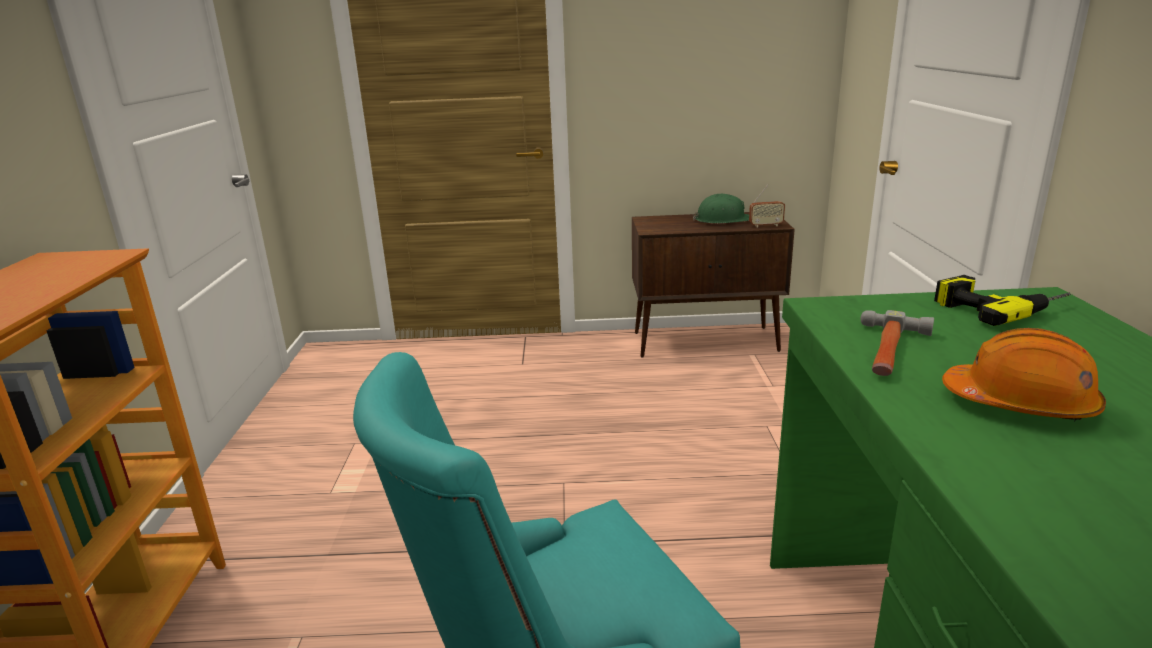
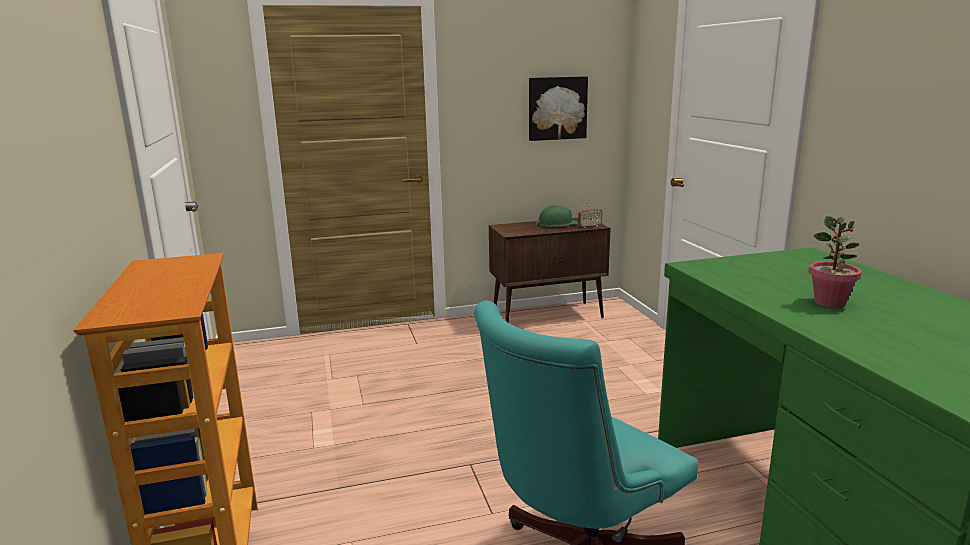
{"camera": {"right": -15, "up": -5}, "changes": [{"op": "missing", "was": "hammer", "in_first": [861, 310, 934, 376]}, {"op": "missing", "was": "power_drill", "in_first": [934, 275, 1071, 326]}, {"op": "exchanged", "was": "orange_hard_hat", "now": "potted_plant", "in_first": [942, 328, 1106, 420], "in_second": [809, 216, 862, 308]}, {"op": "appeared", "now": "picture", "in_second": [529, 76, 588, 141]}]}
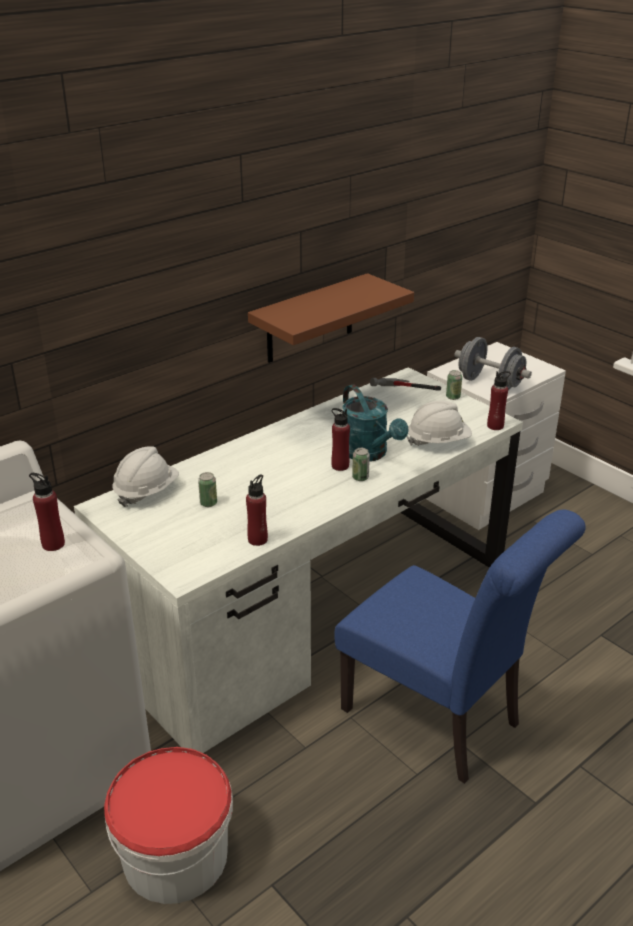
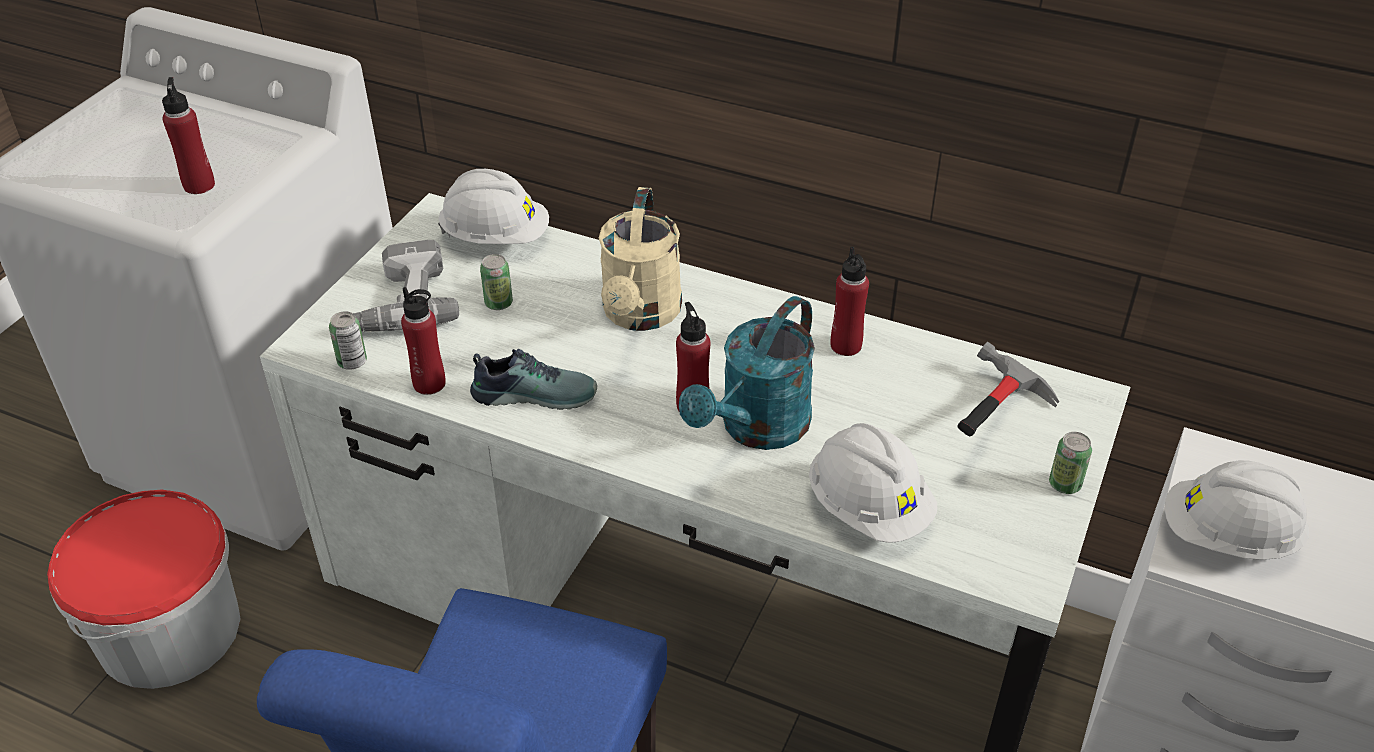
{"camera": {"right": 65, "up": 10}, "changes": [{"op": "missing", "was": "brown_shelf", "in_first": [248, 273, 414, 363]}, {"op": "relocated", "was": "can", "in_first": [352, 448, 370, 481], "in_second": [329, 311, 367, 370]}, {"op": "exchanged", "was": "grey_dumbbell", "now": "white_hard_hat", "in_first": [454, 337, 532, 390], "in_second": [1165, 460, 1309, 560]}, {"op": "relocated", "was": "red_bottle", "in_first": [487, 371, 511, 430], "in_second": [831, 247, 869, 356]}, {"op": "appeared", "now": "power_drill", "in_second": [353, 240, 459, 331]}, {"op": "appeared", "now": "shoe", "in_second": [470, 349, 597, 410]}, {"op": "appeared", "now": "beige_watering_can", "in_second": [599, 187, 682, 331]}]}
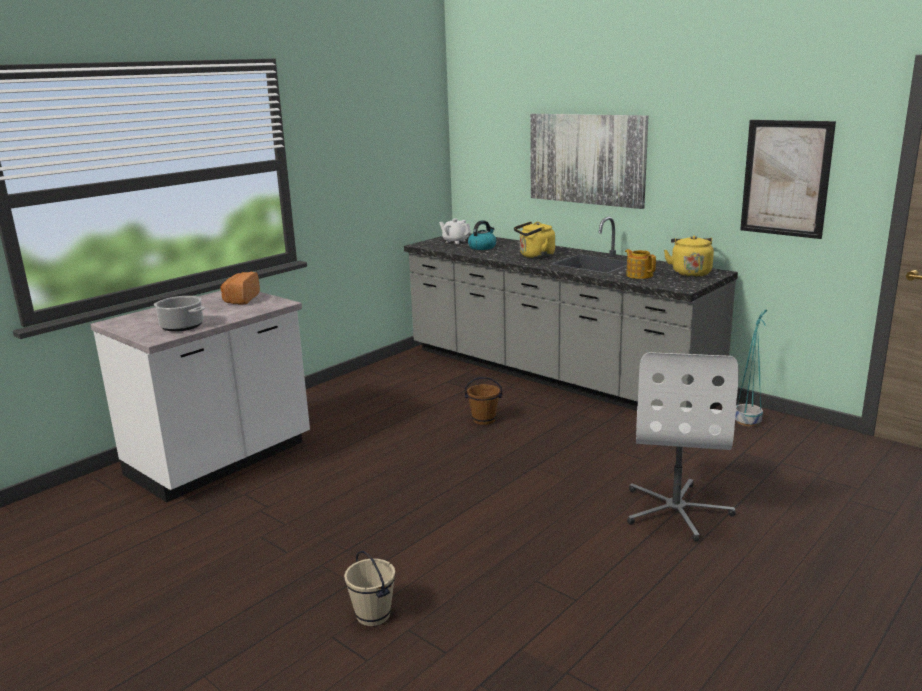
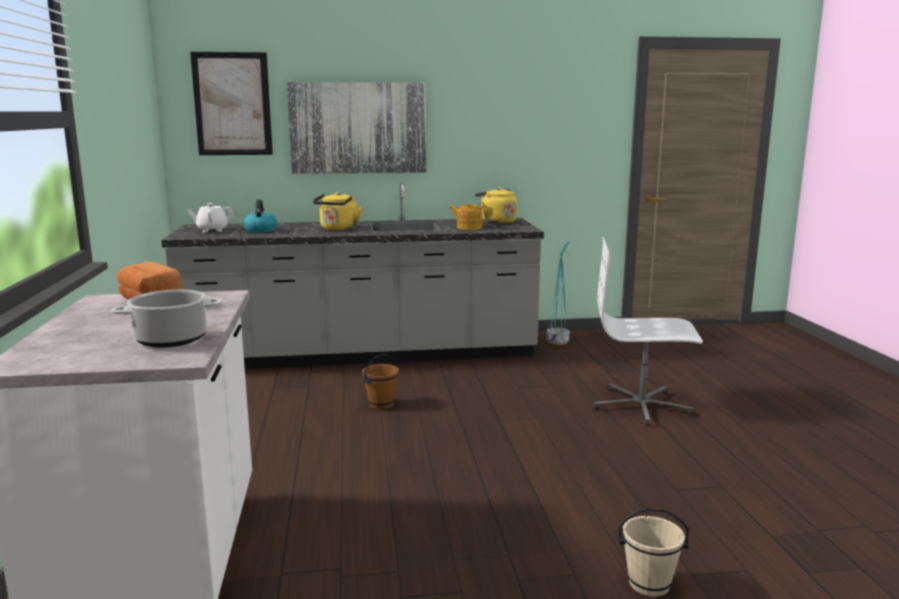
{"camera": {"right": -50, "up": -5}, "changes": [{"op": "spun", "was": "white_office_chair", "in_first": [627, 352, 739, 542], "in_second": [593, 237, 703, 427], "clockwise": 135}, {"op": "relocated", "was": "picture", "in_first": [740, 120, 836, 239], "in_second": [190, 52, 273, 155]}]}
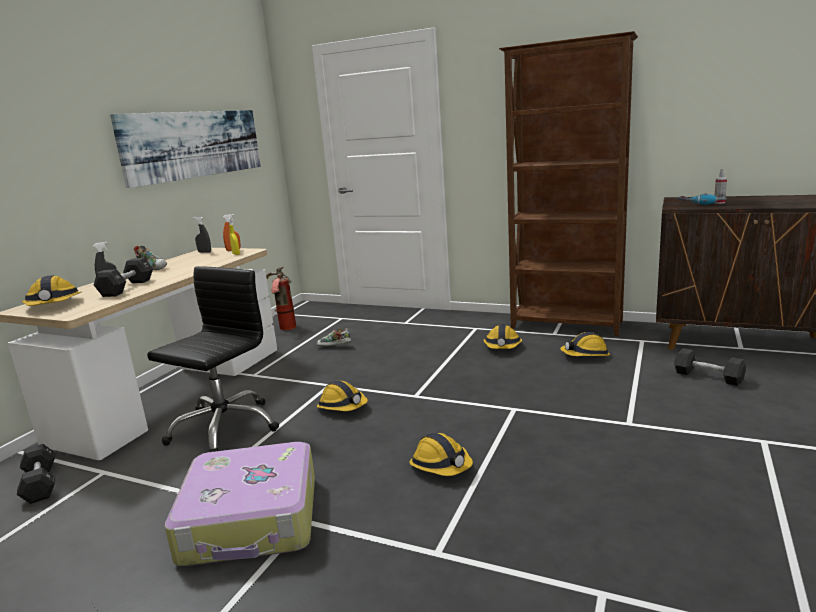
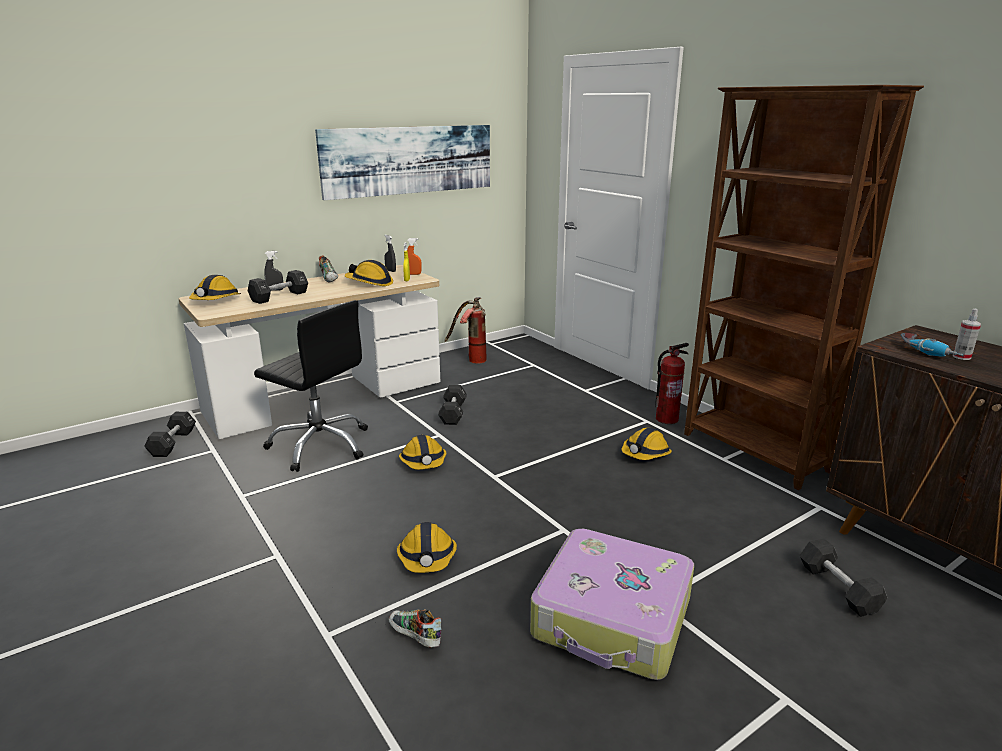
{"camera": {"right": 30, "up": 5}, "changes": [{"op": "spun", "was": "black_office_chair", "in_first": [147, 266, 279, 452], "in_second": [254, 300, 368, 472], "clockwise": 60}, {"op": "relocated", "was": "suitcase", "in_first": [165, 442, 315, 566], "in_second": [530, 529, 694, 680]}, {"op": "relocated", "was": "shoe", "in_first": [317, 328, 351, 346], "in_second": [389, 609, 441, 647]}, {"op": "relocated", "was": "hard_hat", "in_first": [560, 332, 610, 356], "in_second": [345, 260, 393, 286]}, {"op": "appeared", "now": "black_dumbbell", "in_second": [438, 385, 467, 425]}, {"op": "appeared", "now": "fire_extinguisher", "in_second": [655, 343, 689, 424]}]}
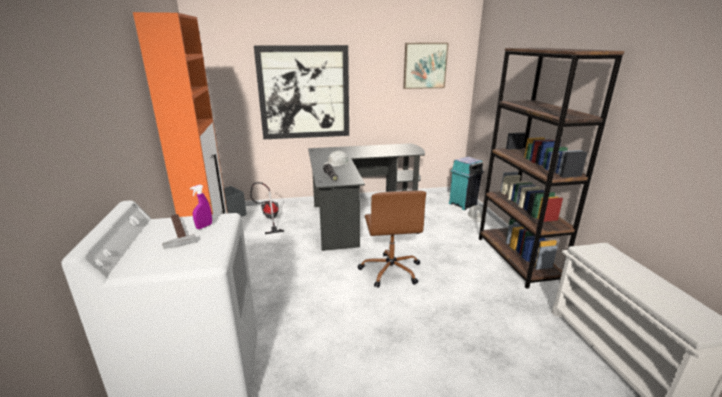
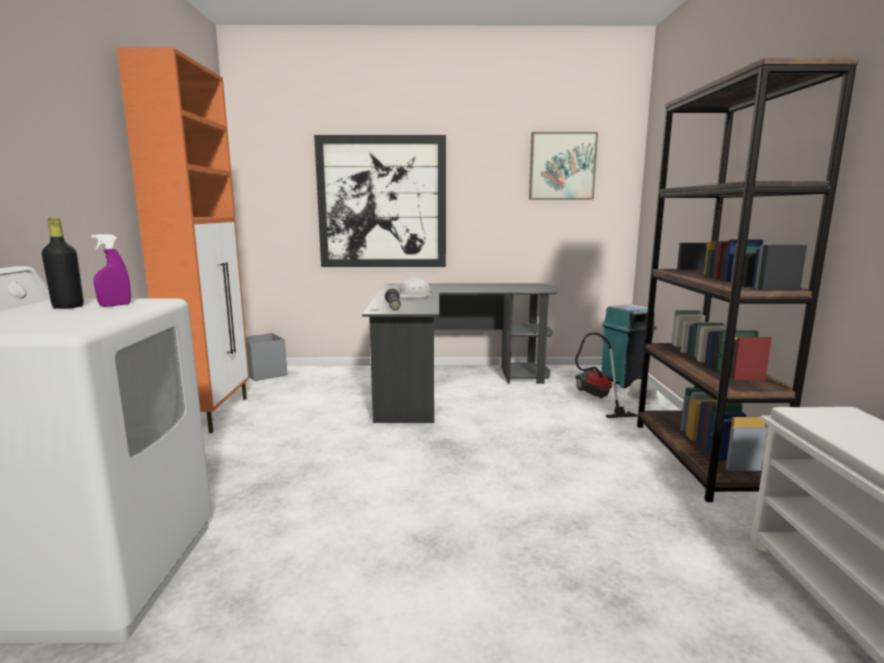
{"camera": {"right": 10, "up": -10}, "changes": [{"op": "exchanged", "was": "hammer", "now": "black_bottle", "in_first": [162, 214, 197, 249], "in_second": [42, 218, 84, 309]}, {"op": "relocated", "was": "vacuum_cleaner", "in_first": [250, 182, 284, 234], "in_second": [575, 333, 638, 418]}, {"op": "missing", "was": "brown_office_chair", "in_first": [358, 190, 426, 288]}]}
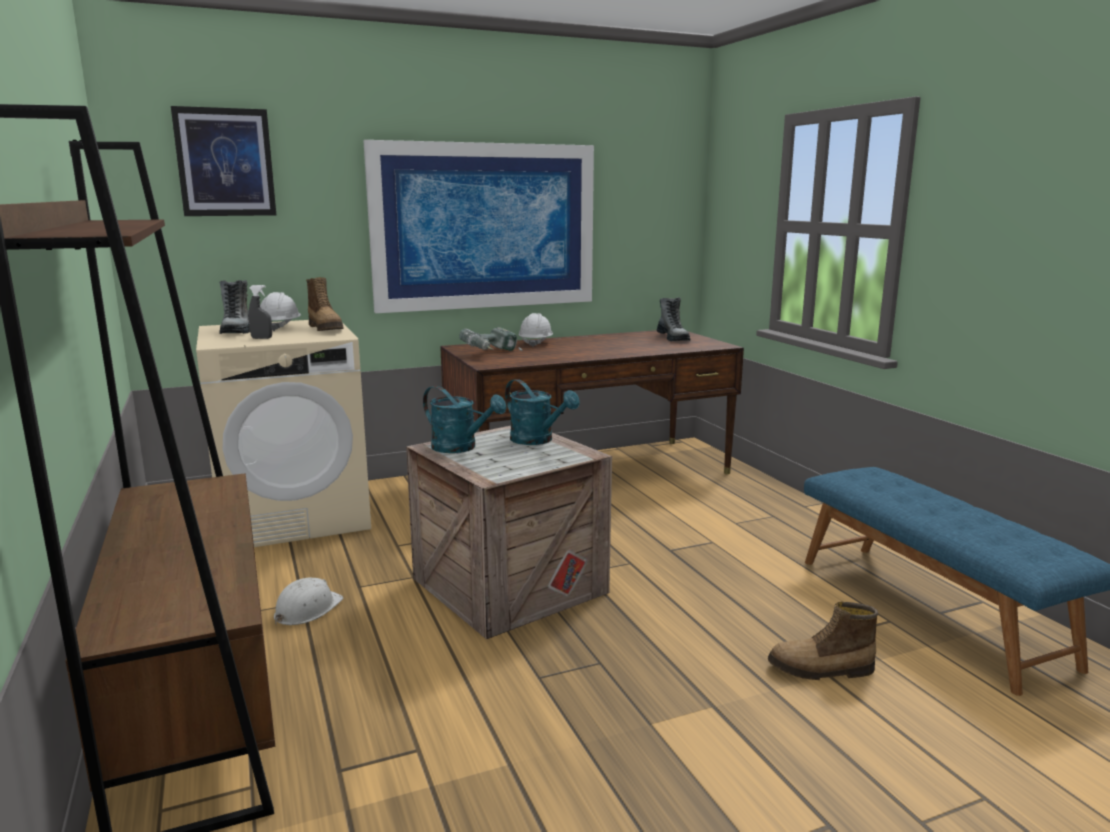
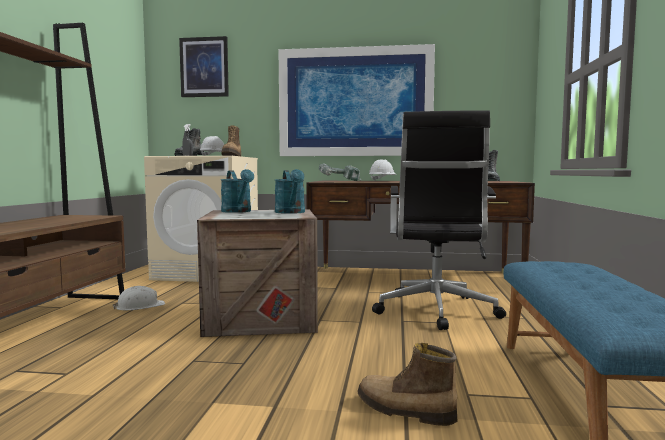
{"camera": {"right": 30, "up": -10}, "changes": [{"op": "appeared", "now": "black_office_chair", "in_second": [372, 110, 506, 330]}]}
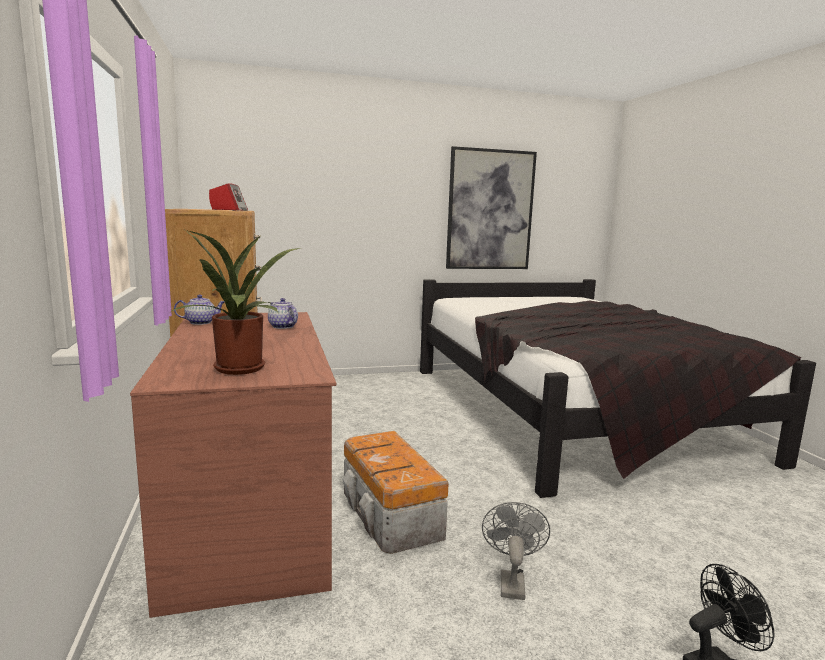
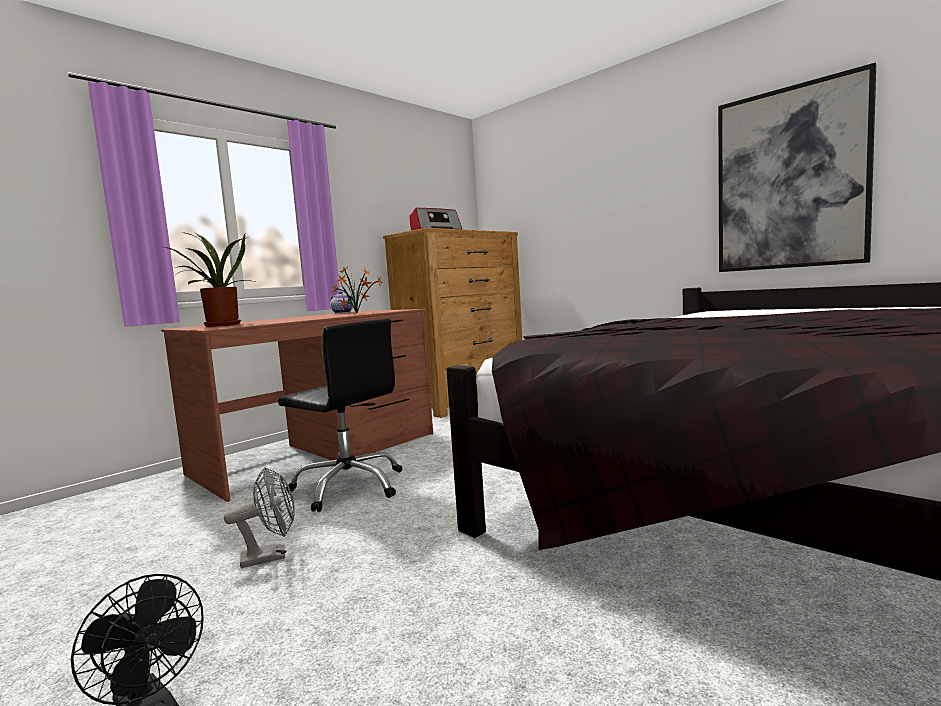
{"camera": {"right": 60, "up": -5}, "changes": [{"op": "exchanged", "was": "teapot", "now": "potted_plant", "in_first": [268, 298, 298, 329], "in_second": [332, 267, 383, 313]}, {"op": "exchanged", "was": "storage_box", "now": "black_office_chair", "in_first": [342, 431, 449, 554], "in_second": [278, 319, 402, 512]}]}
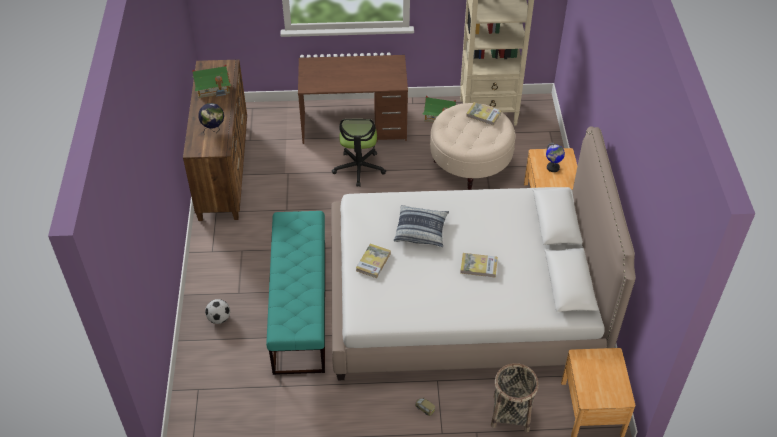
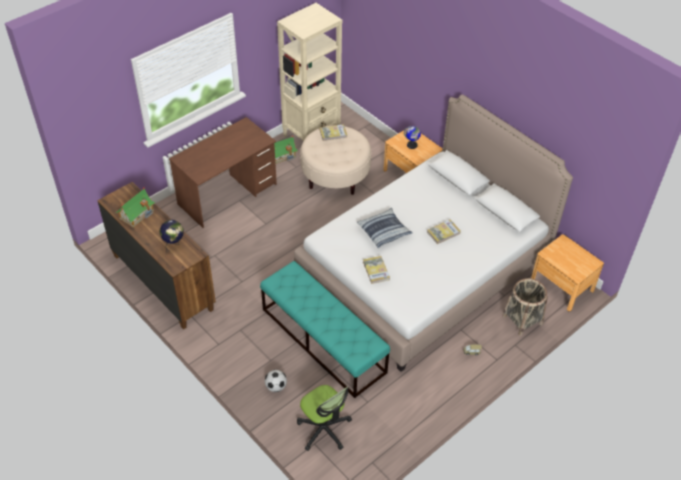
{"camera": {"right": -40, "up": 0}, "changes": [{"op": "relocated", "was": "office_chair", "in_first": [332, 119, 386, 187], "in_second": [297, 385, 352, 451]}]}
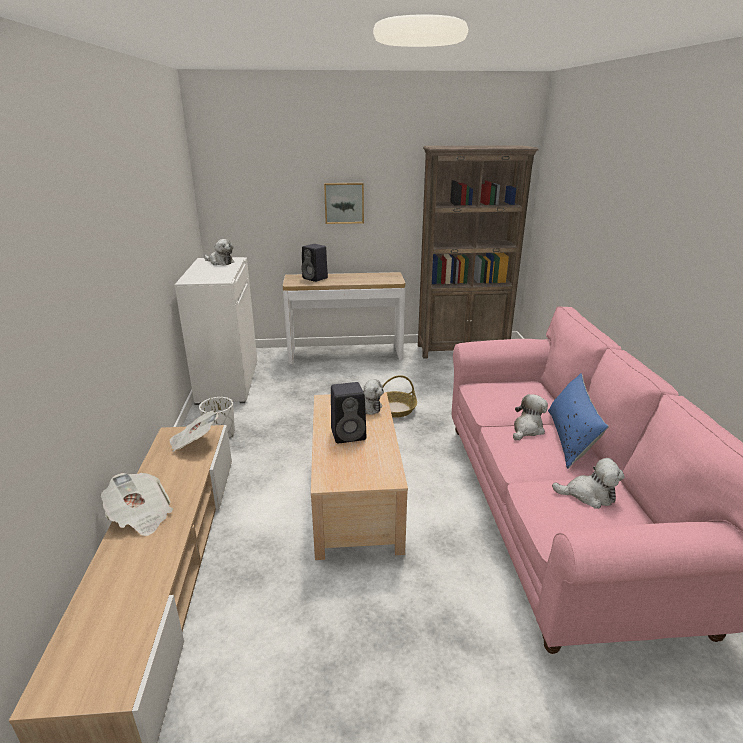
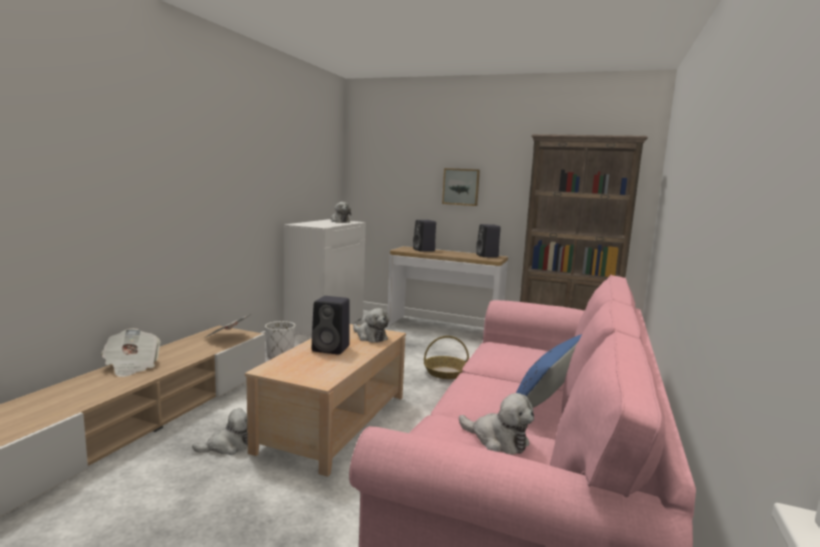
{"camera": {"right": 25, "up": -15}, "changes": [{"op": "relocated", "was": "plush_toy", "in_first": [513, 394, 548, 441], "in_second": [192, 408, 248, 455]}, {"op": "appeared", "now": "black_speaker", "in_second": [476, 224, 501, 257]}]}
